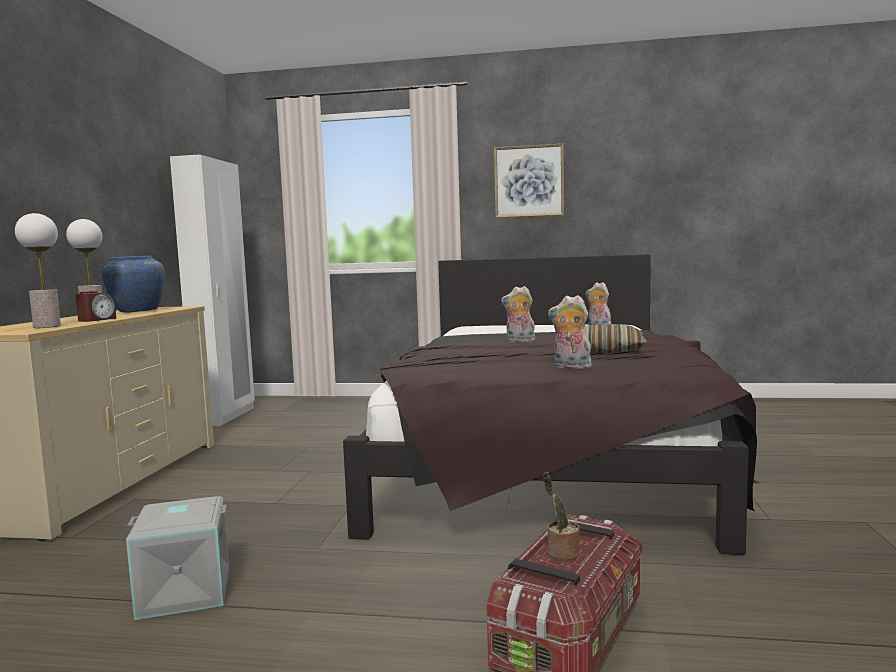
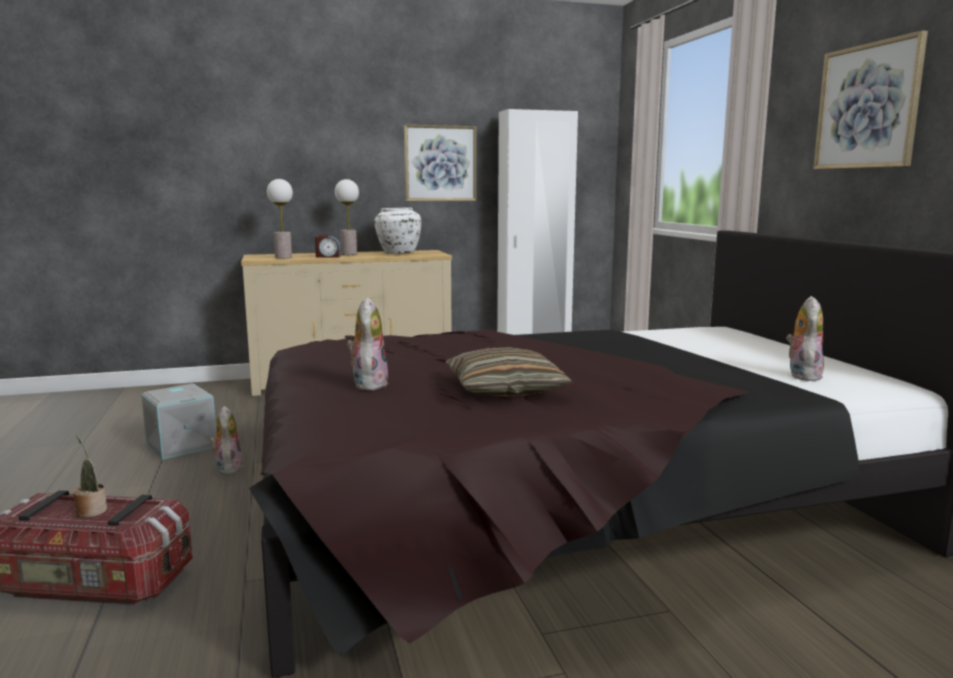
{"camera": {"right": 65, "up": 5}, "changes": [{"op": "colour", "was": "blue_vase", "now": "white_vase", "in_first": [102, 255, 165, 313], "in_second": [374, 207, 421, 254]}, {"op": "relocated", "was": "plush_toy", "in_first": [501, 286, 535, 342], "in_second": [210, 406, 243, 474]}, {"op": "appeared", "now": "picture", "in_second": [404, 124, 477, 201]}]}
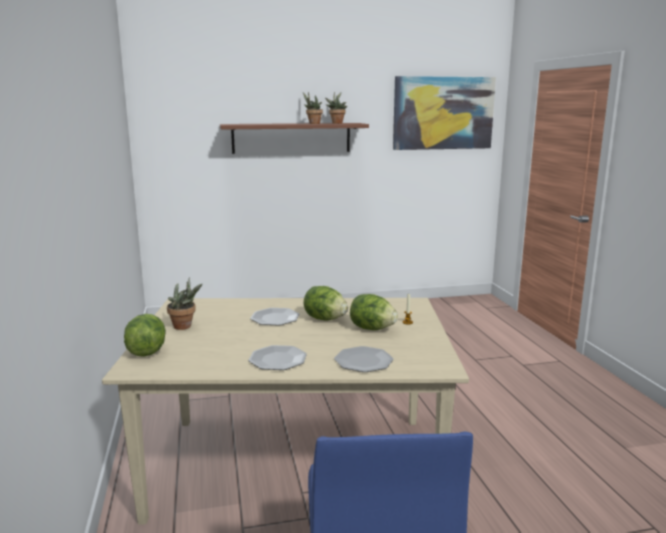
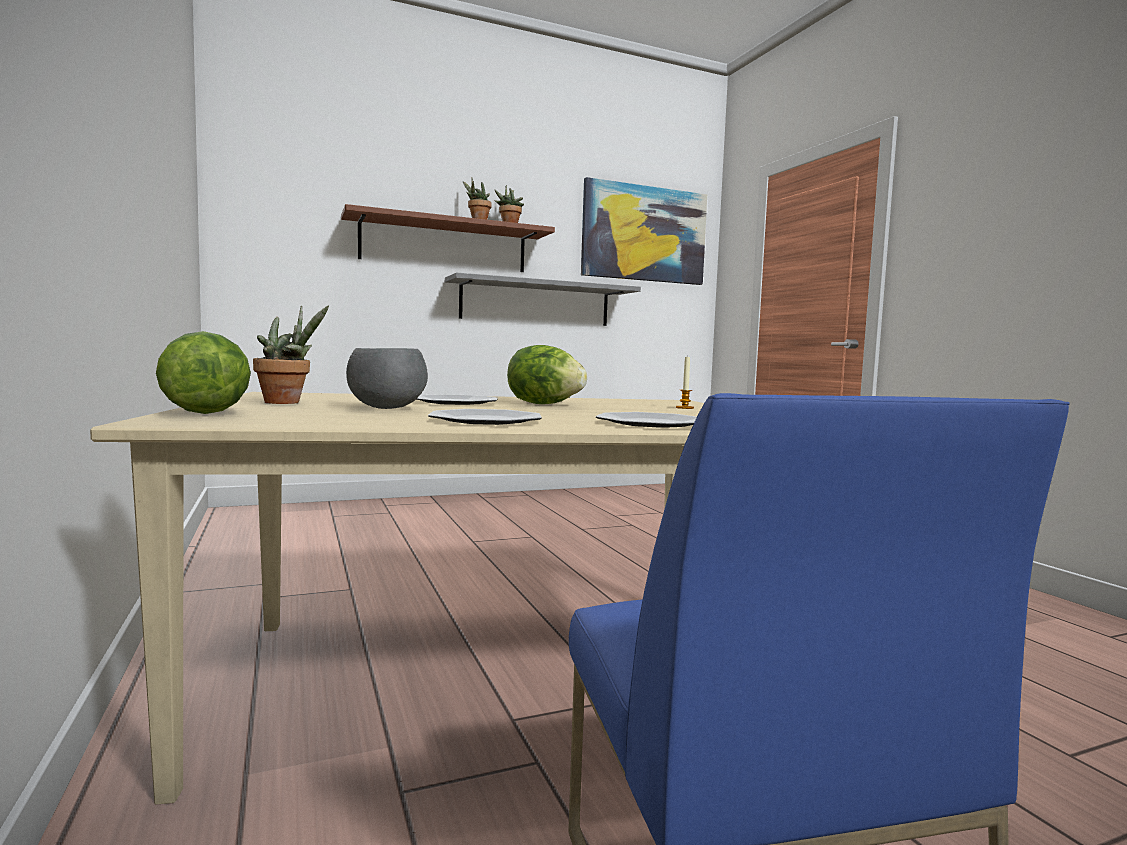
{"camera": {"right": -10, "up": -10}, "changes": [{"op": "missing", "was": "lettuce", "in_first": [350, 294, 398, 330]}, {"op": "appeared", "now": "grey_bowl", "in_second": [346, 348, 428, 409]}, {"op": "appeared", "now": "grey_shelf", "in_second": [445, 273, 641, 326]}]}
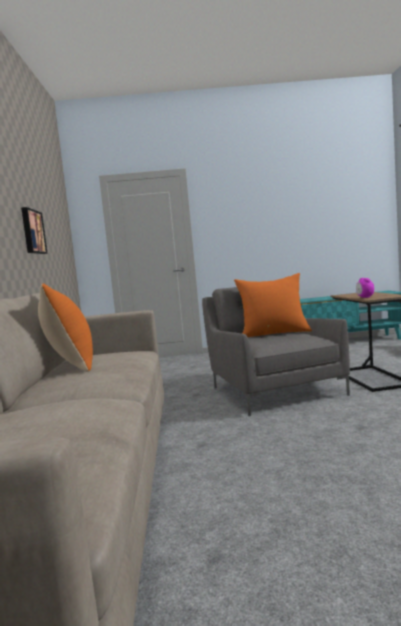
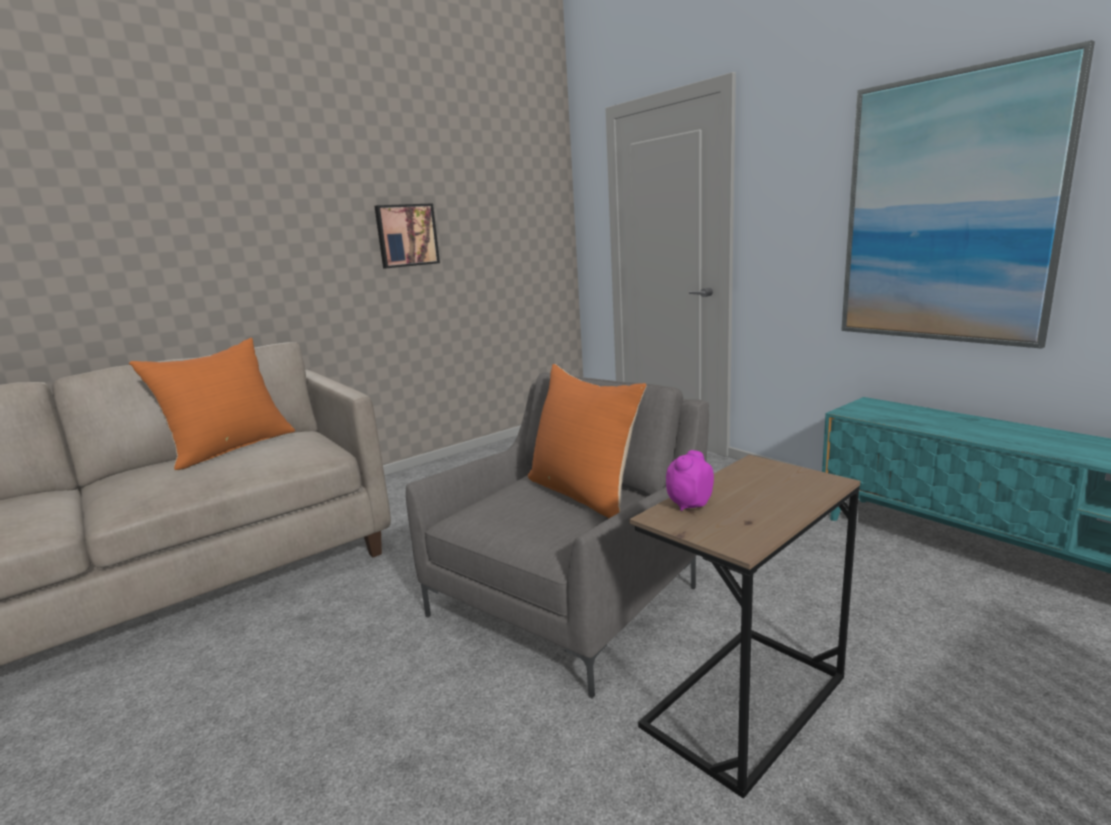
{"camera": {"right": 55, "up": 10}, "changes": [{"op": "appeared", "now": "picture", "in_second": [841, 40, 1095, 349]}]}
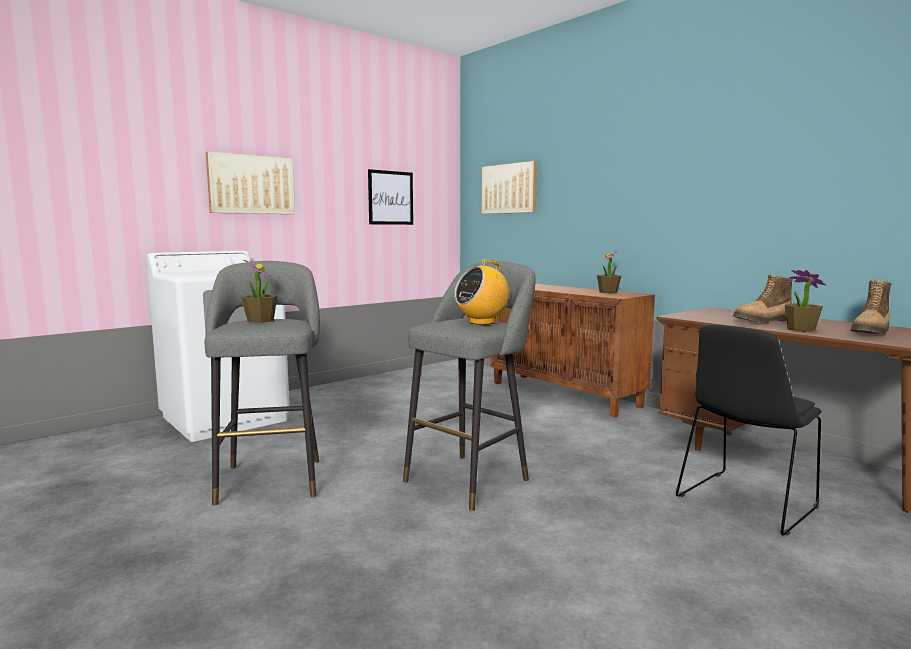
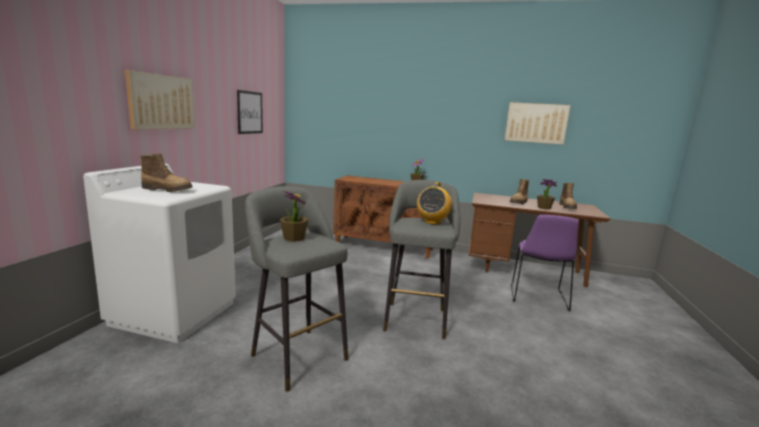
{"camera": {"right": -35, "up": 5}, "changes": [{"op": "relocated", "was": "picture", "in_first": [481, 161, 537, 214], "in_second": [504, 102, 571, 145]}, {"op": "colour", "was": "black_chair", "now": "purple_chair", "in_first": [676, 325, 822, 536], "in_second": [511, 215, 579, 311]}, {"op": "appeared", "now": "boot", "in_second": [140, 153, 193, 192]}]}
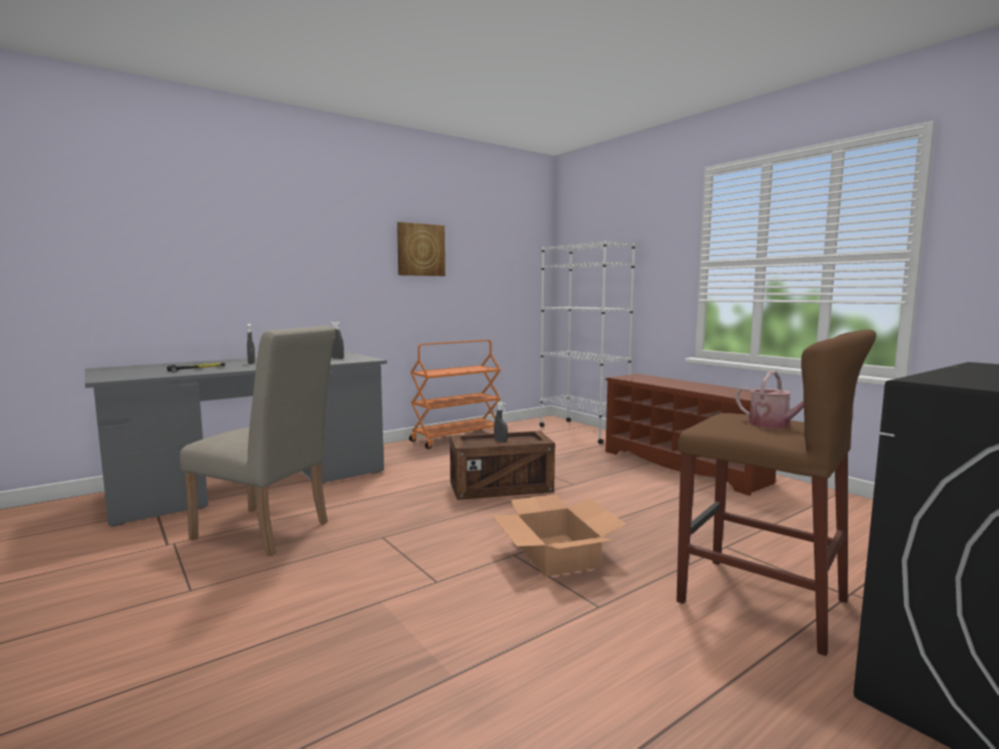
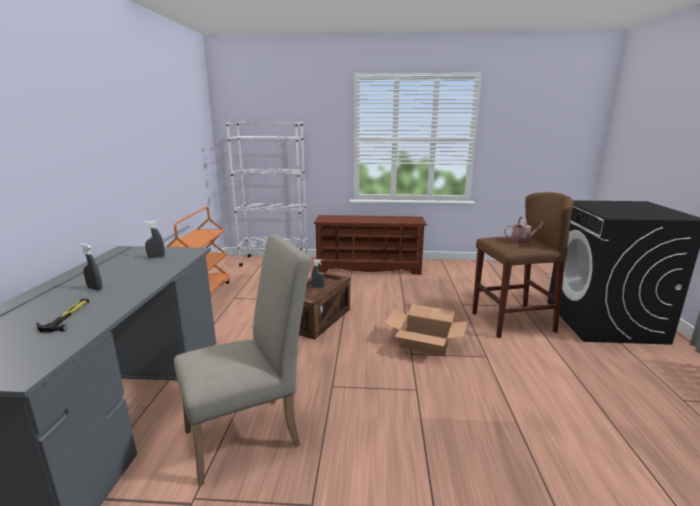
{"camera": {"right": -50, "up": 10}, "changes": [{"op": "missing", "was": "picture", "in_first": [397, 222, 445, 276]}]}
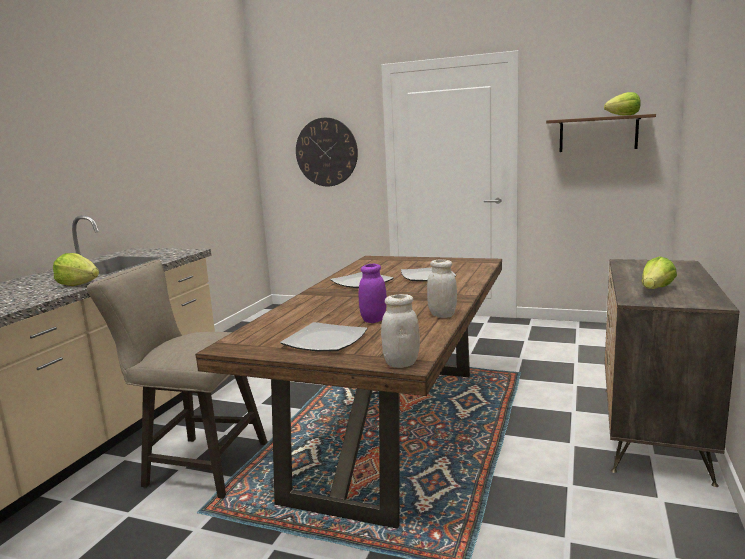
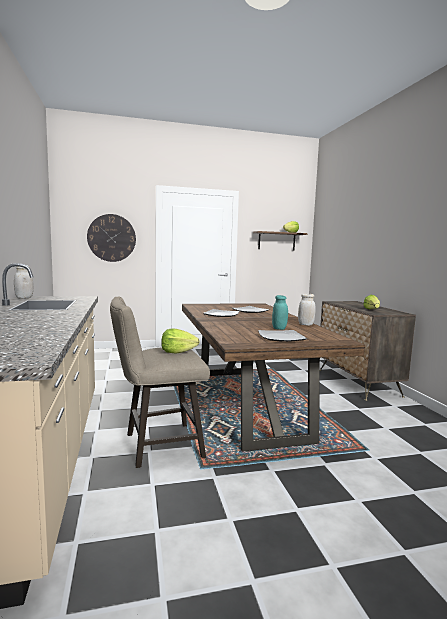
{"camera": {"right": -35, "up": -5}, "changes": [{"op": "relocated", "was": "lettuce", "in_first": [53, 253, 99, 286], "in_second": [161, 329, 199, 354]}, {"op": "colour", "was": "purple_jar", "now": "turquoise_jar", "in_first": [359, 264, 387, 323], "in_second": [272, 295, 288, 330]}, {"op": "relocated", "was": "white_jar", "in_first": [381, 294, 420, 368], "in_second": [14, 266, 34, 299]}]}
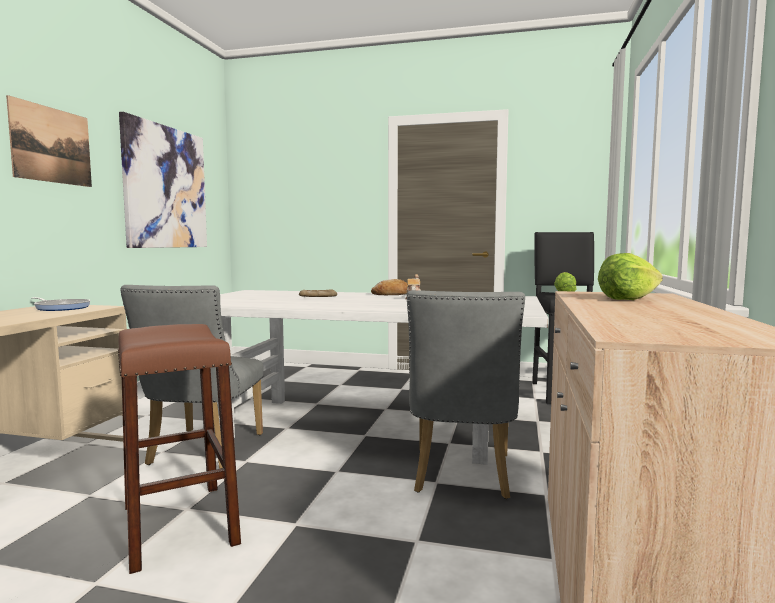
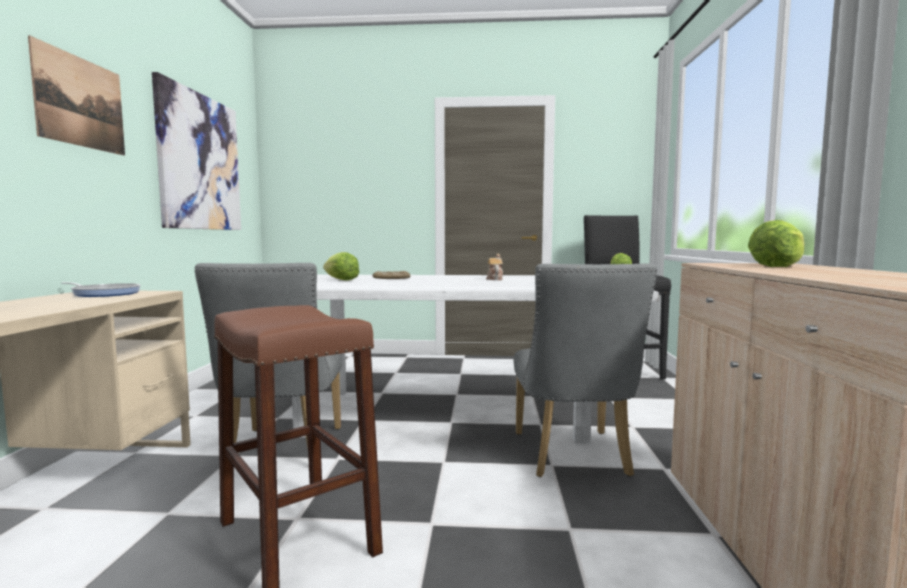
{"camera": {"right": -10, "up": 0}, "changes": [{"op": "missing", "was": "bread", "in_first": [371, 279, 408, 295]}, {"op": "appeared", "now": "lettuce", "in_second": [323, 252, 359, 281]}]}
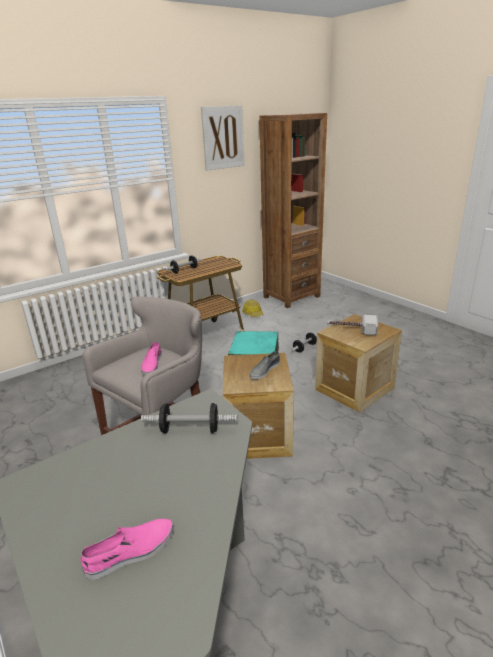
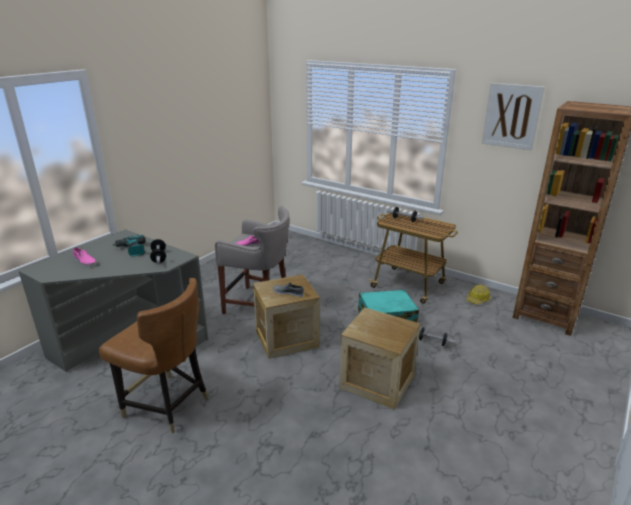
{"camera": {"right": 70, "up": 0}, "changes": [{"op": "missing", "was": "hammer", "in_first": [327, 315, 378, 335]}, {"op": "appeared", "now": "brown_chair", "in_second": [99, 278, 209, 434]}, {"op": "appeared", "now": "power_drill", "in_second": [112, 235, 145, 257]}]}
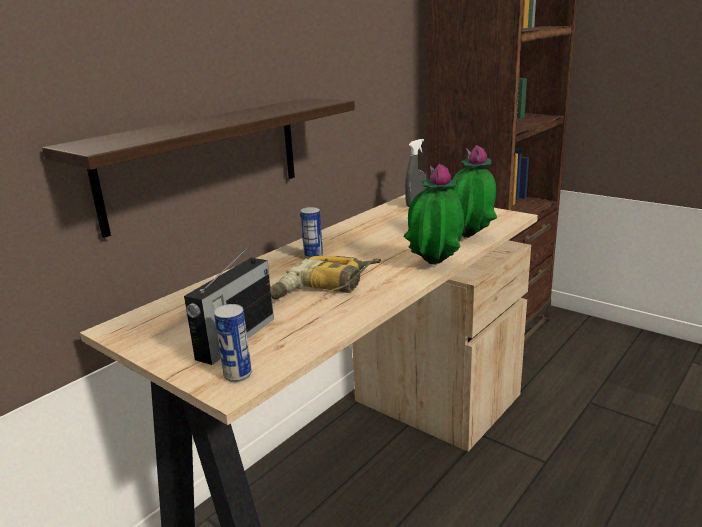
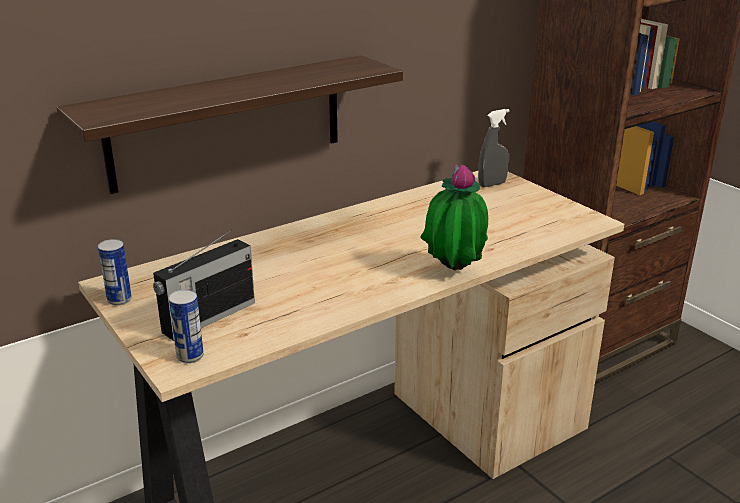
{"camera": {"right": 15, "up": 5}, "changes": [{"op": "missing", "was": "power_drill", "in_first": [271, 256, 381, 300]}, {"op": "relocated", "was": "can", "in_first": [301, 207, 323, 259], "in_second": [98, 239, 132, 306]}, {"op": "missing", "was": "potted_plant", "in_first": [449, 145, 497, 238]}]}
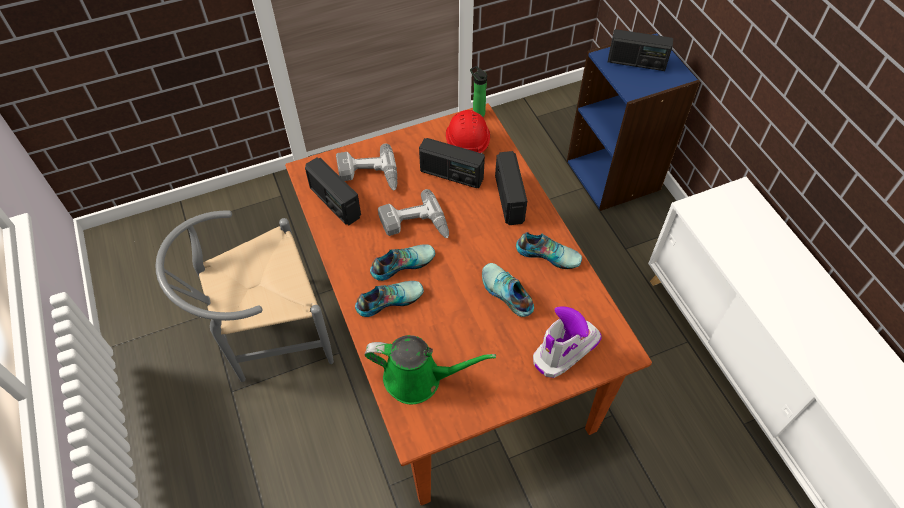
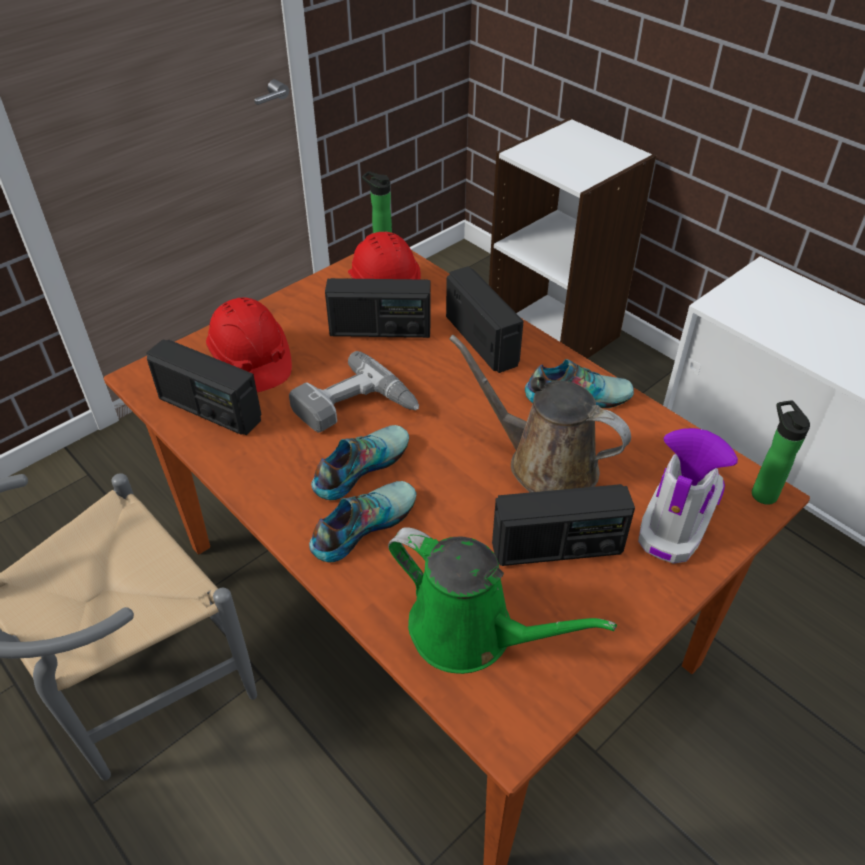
{"camera": {"right": -20, "up": -10}, "changes": [{"op": "exchanged", "was": "power_drill", "now": "red_hard_hat", "in_first": [336, 144, 397, 191], "in_second": [206, 297, 292, 392]}, {"op": "spun", "was": "green_watering_can", "in_first": [365, 335, 496, 404], "in_second": [388, 527, 617, 674], "clockwise": 45}, {"op": "exchanged", "was": "shoe", "now": "brown_watering_can", "in_first": [482, 263, 534, 317], "in_second": [449, 335, 631, 492]}, {"op": "colour", "was": "blue_bookcase", "now": "white_bookcase", "in_first": [567, 31, 700, 211], "in_second": [489, 118, 656, 359]}, {"op": "relocated", "was": "radio", "in_first": [608, 29, 673, 71], "in_second": [492, 484, 635, 566]}, {"op": "appeared", "now": "bottle", "in_second": [752, 400, 810, 505]}]}
